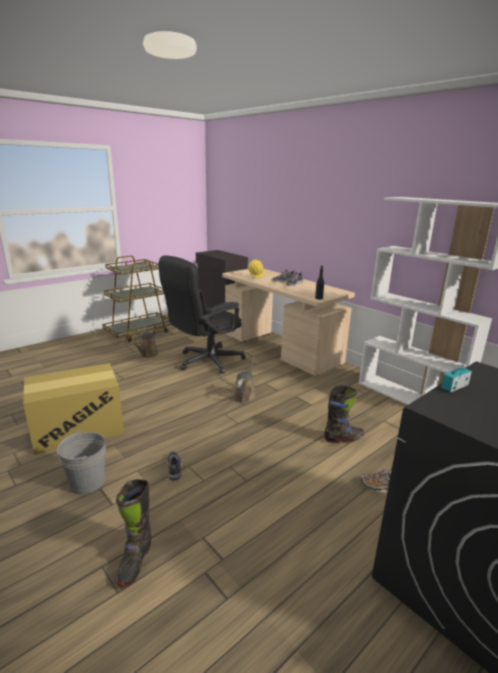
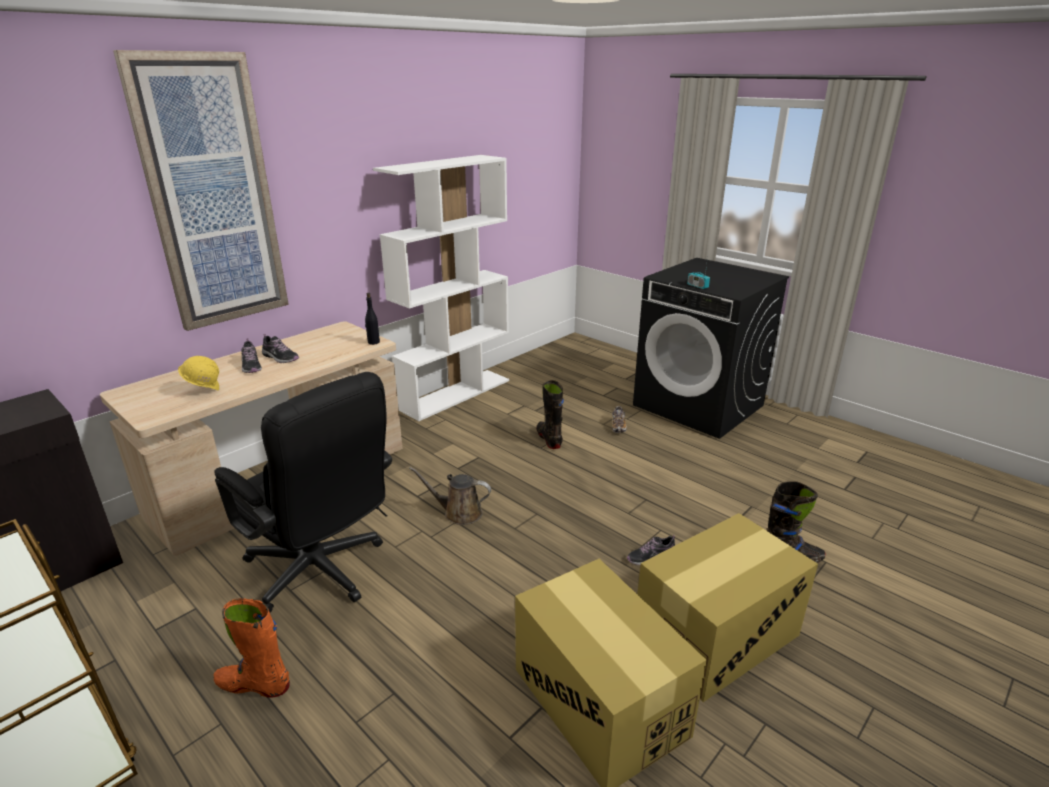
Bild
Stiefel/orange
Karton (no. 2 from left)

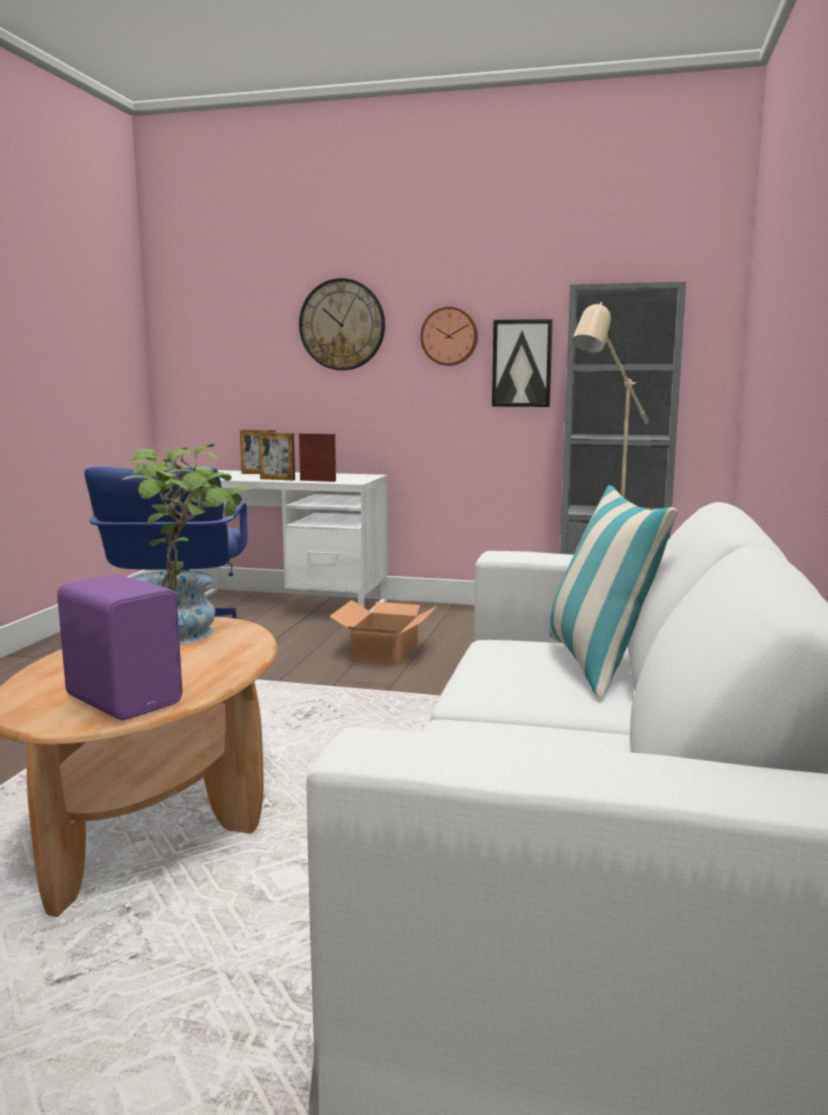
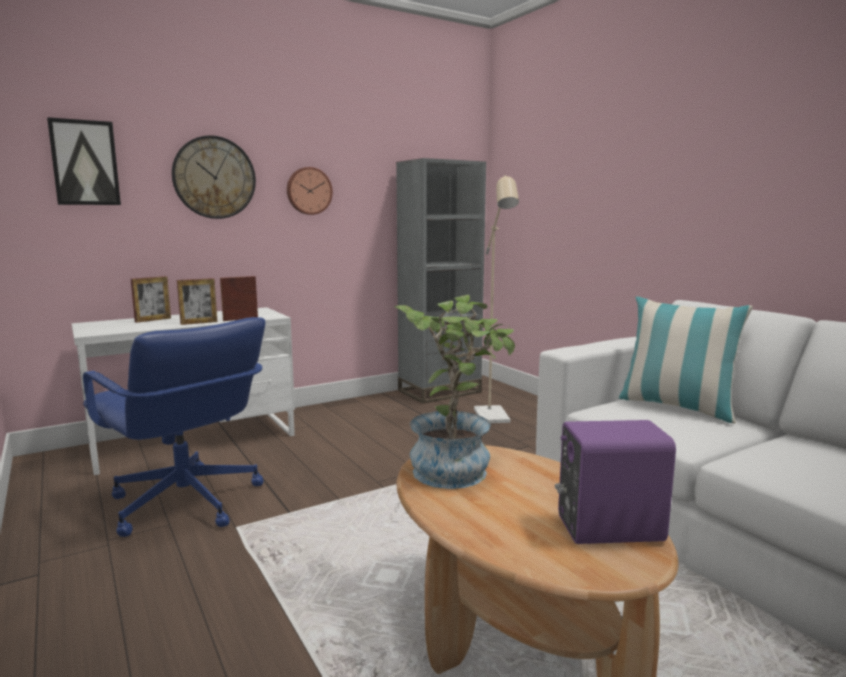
Bild
Karton

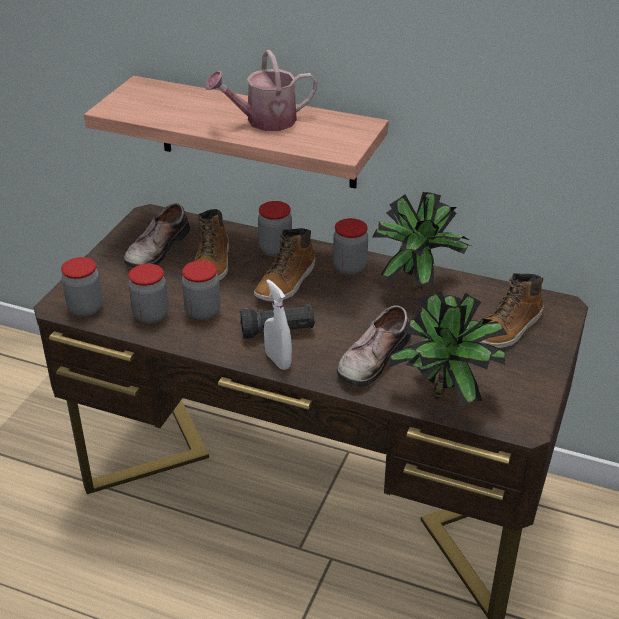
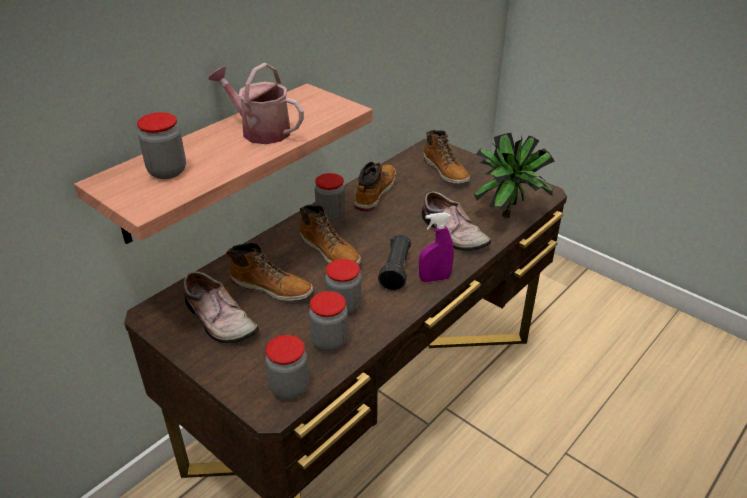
Vorratsglas (no. 1 from left)
Gießkanne
Stiefel (no. 3 from left)
Sprühflasche/lila

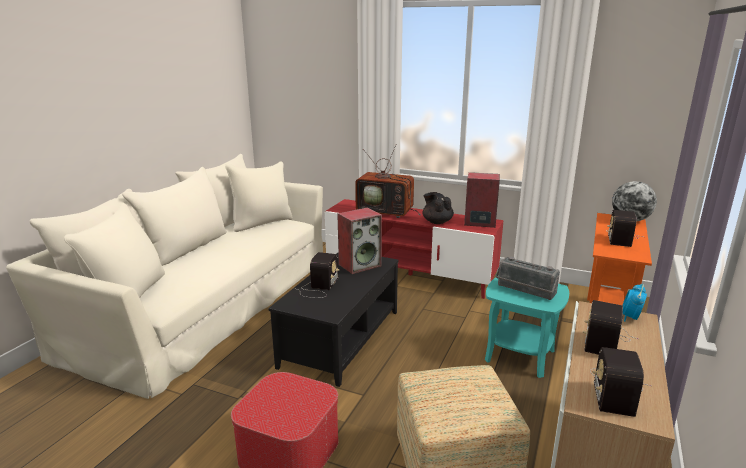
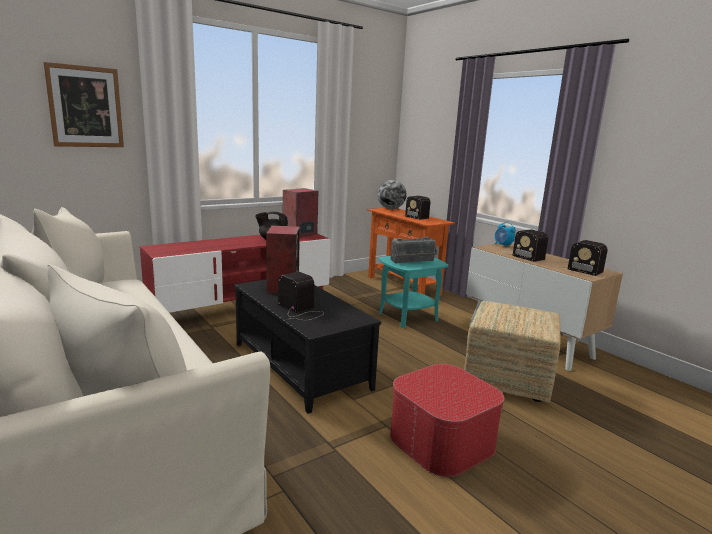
Bild
Fernseher

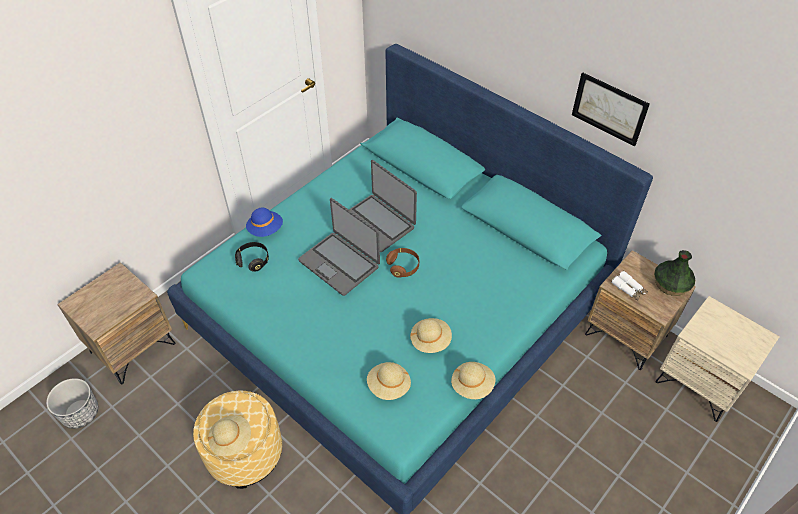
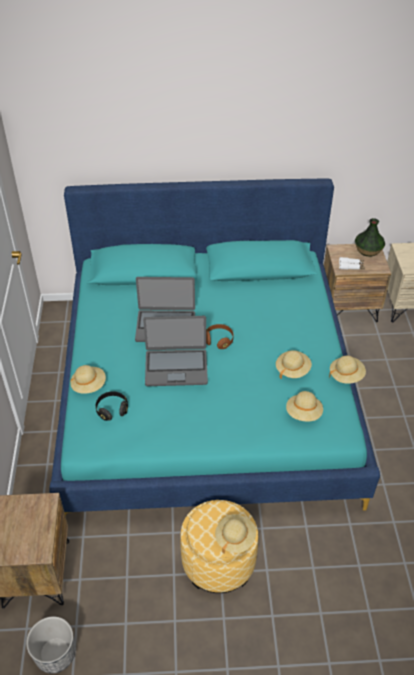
Hut/beige (no. 1 from left)
Bild

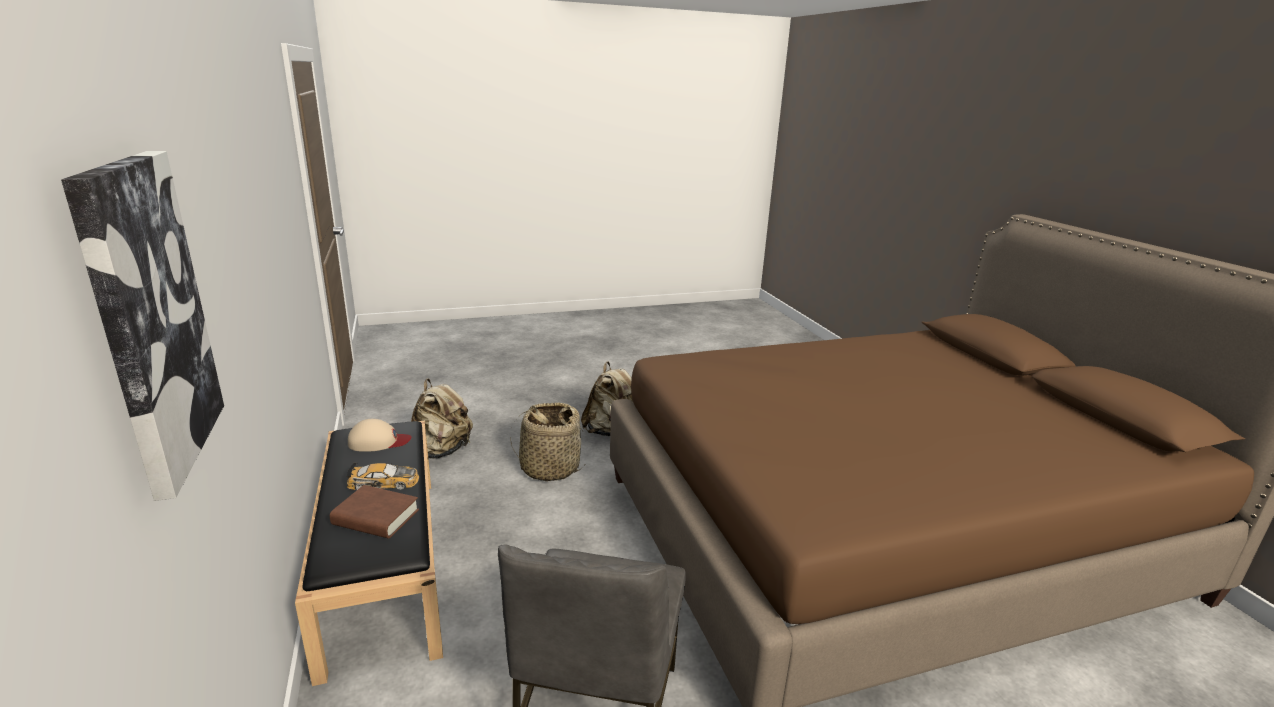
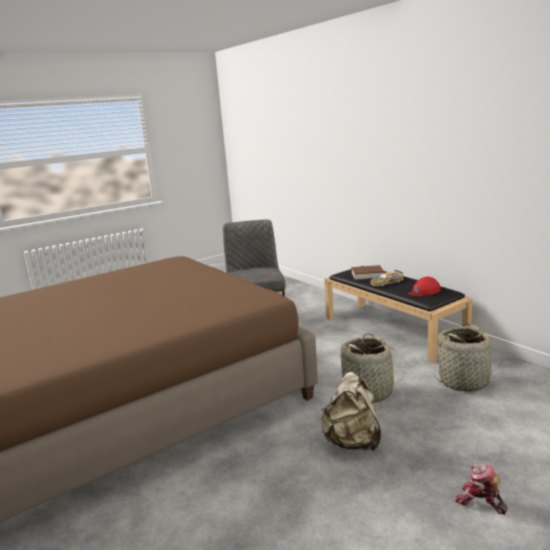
Kappe/rot
Korb (no. 2 from left)
Spielzeugroboter
Bild

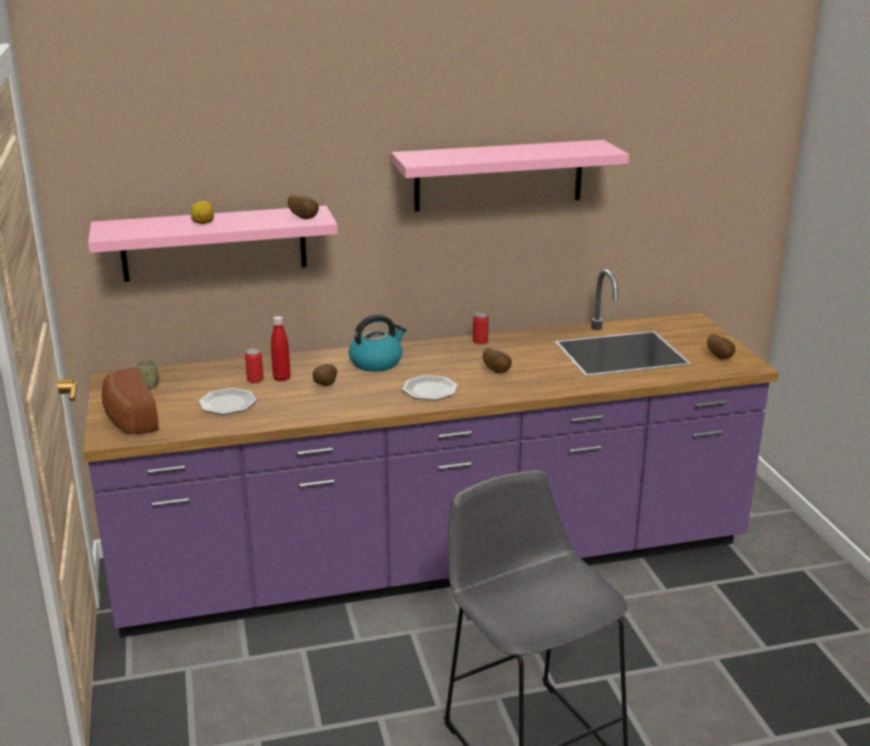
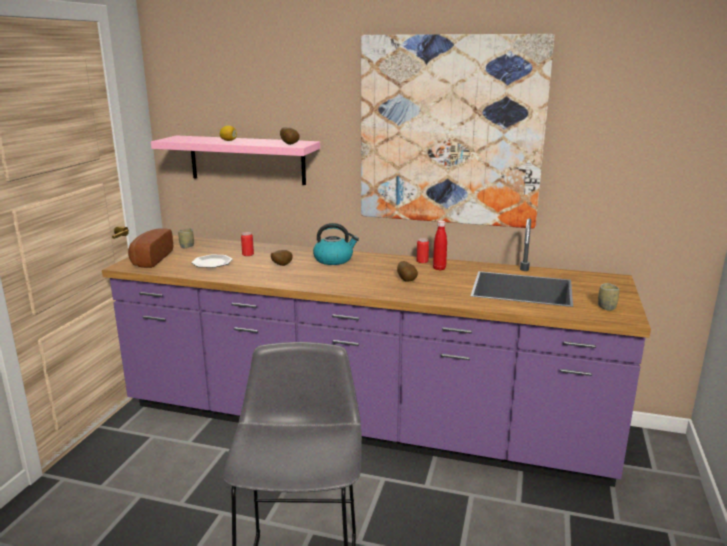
Bild
Flasche/rot
Tasse (no. 2 from left)
Teller (no. 2 from left in the first image)

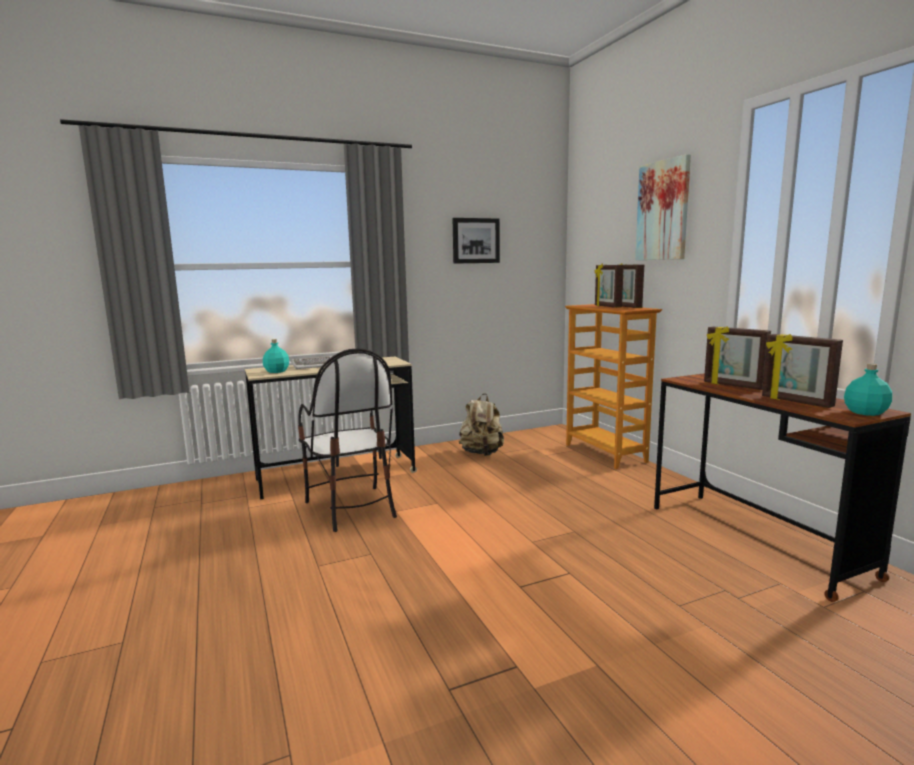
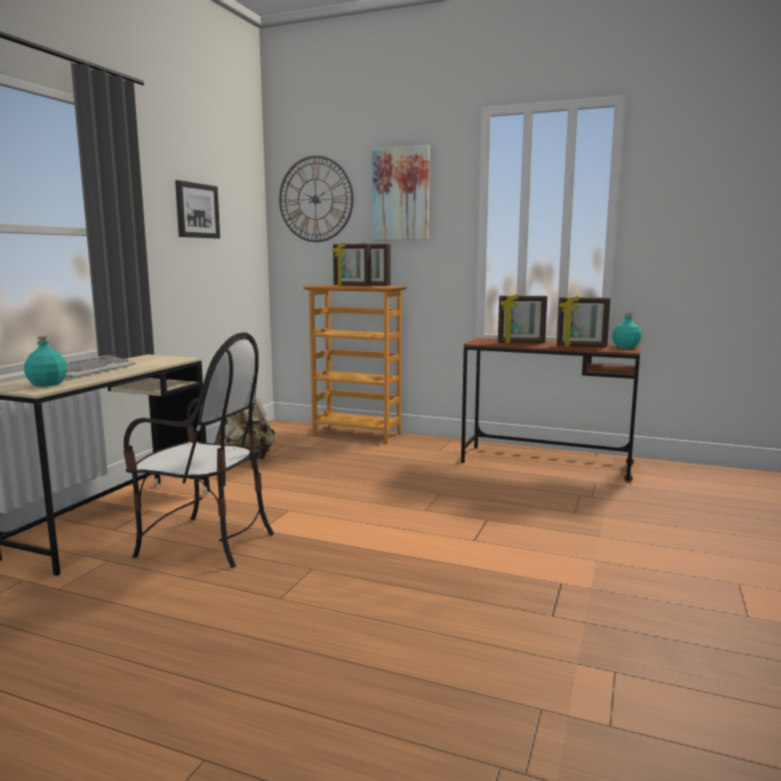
Wanduhr

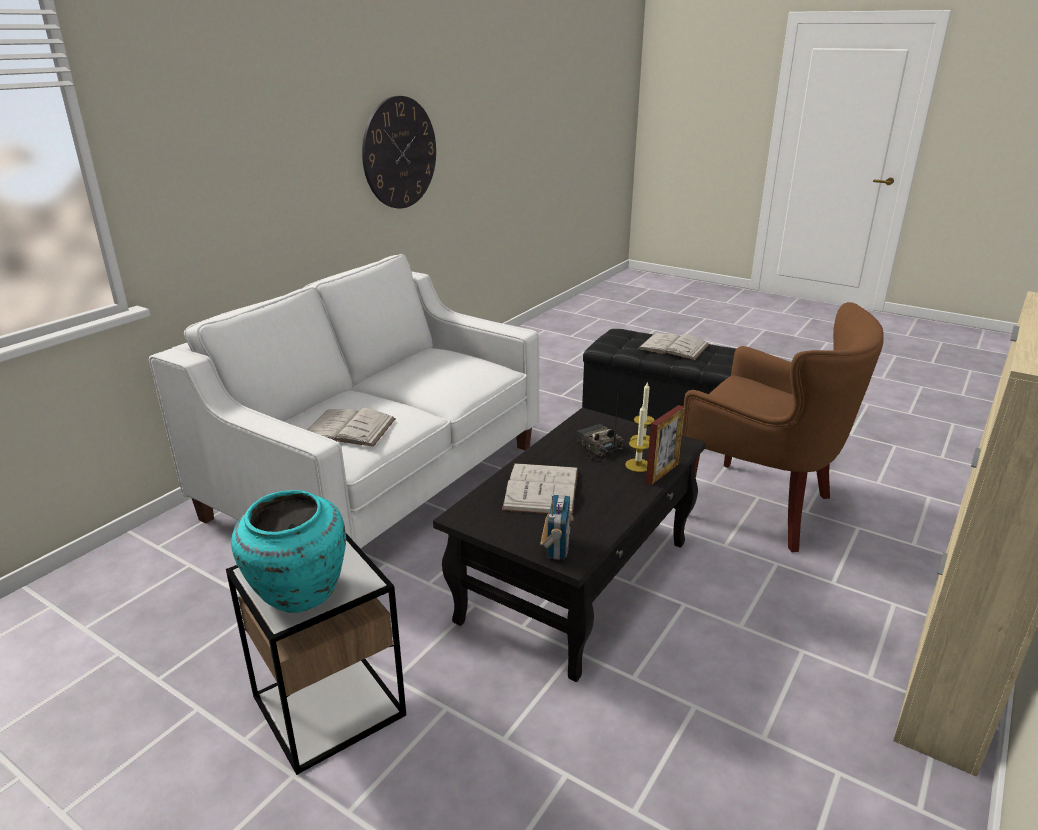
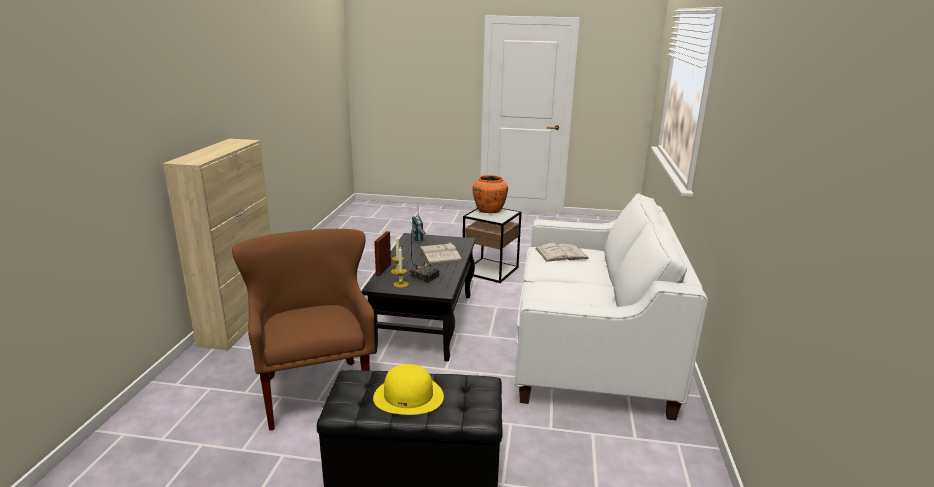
Sessel/braun
Hut/gelb
Vase/orange
Wanduhr

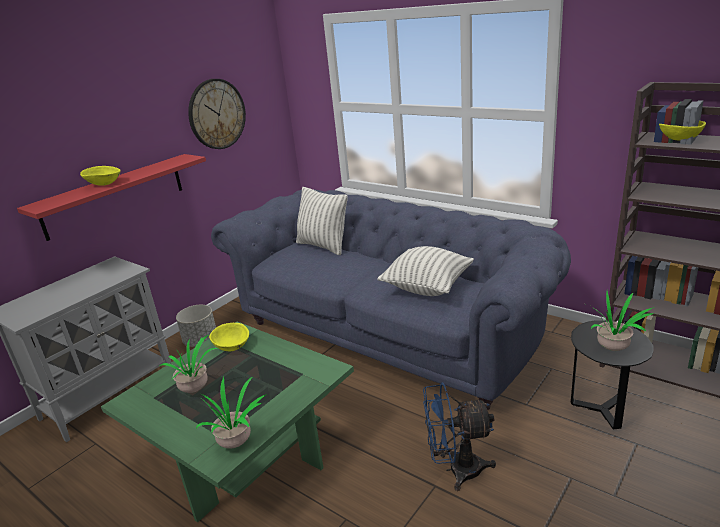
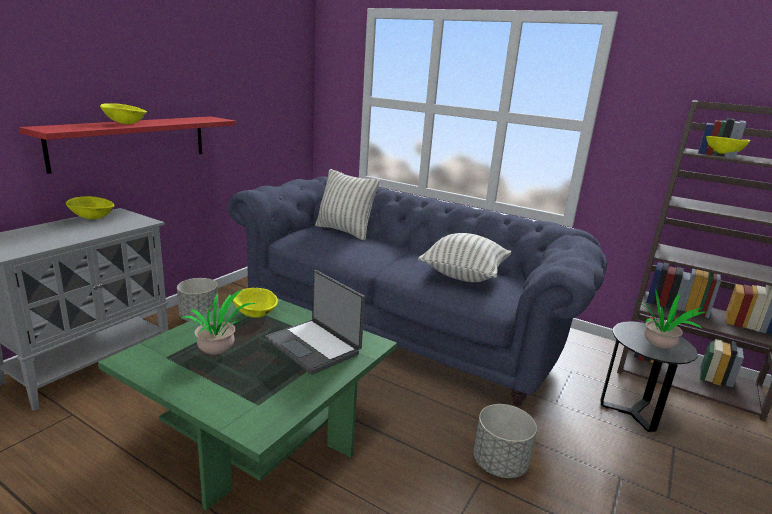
Schüssel/gelb (no. 1 from left)
Laptop
Pflanzkübel/grau (no. 2 from left)
Wanduhr
Topfpflanze (no. 2 from left in the first image)

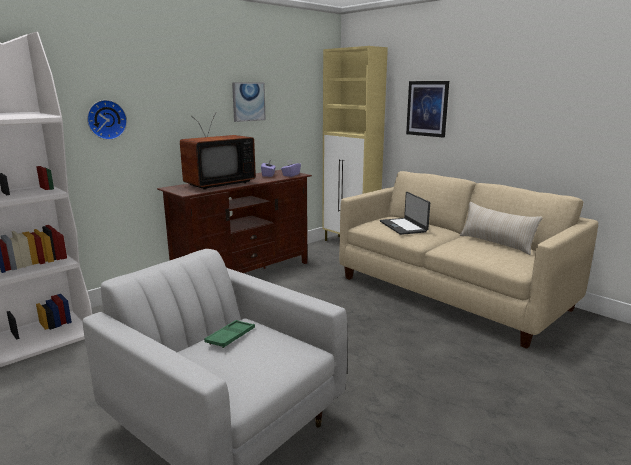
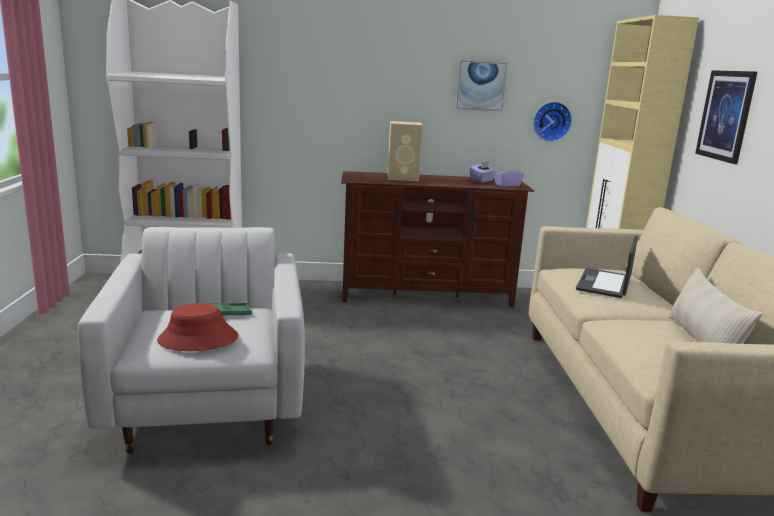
Hut/rot
Lautsprecher/beige
Wanduhr

